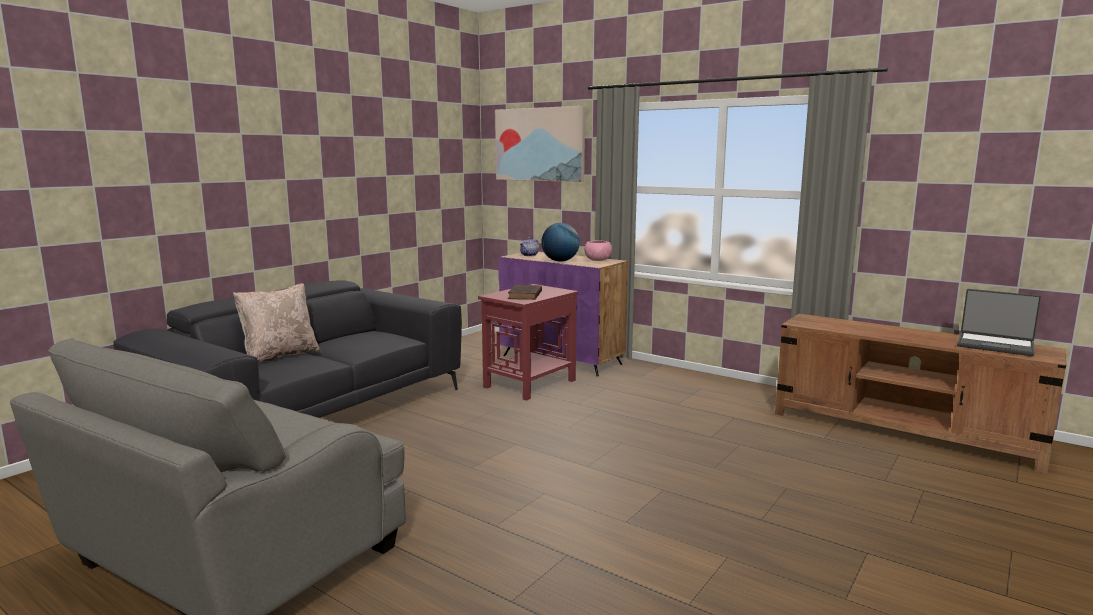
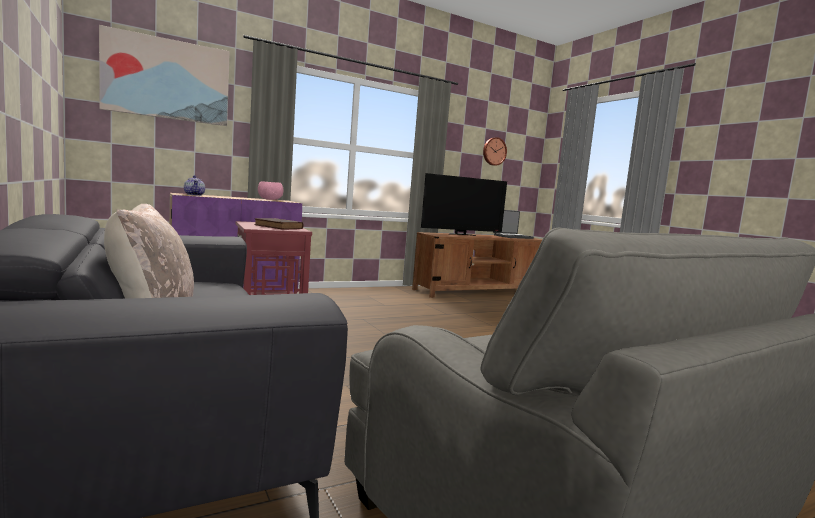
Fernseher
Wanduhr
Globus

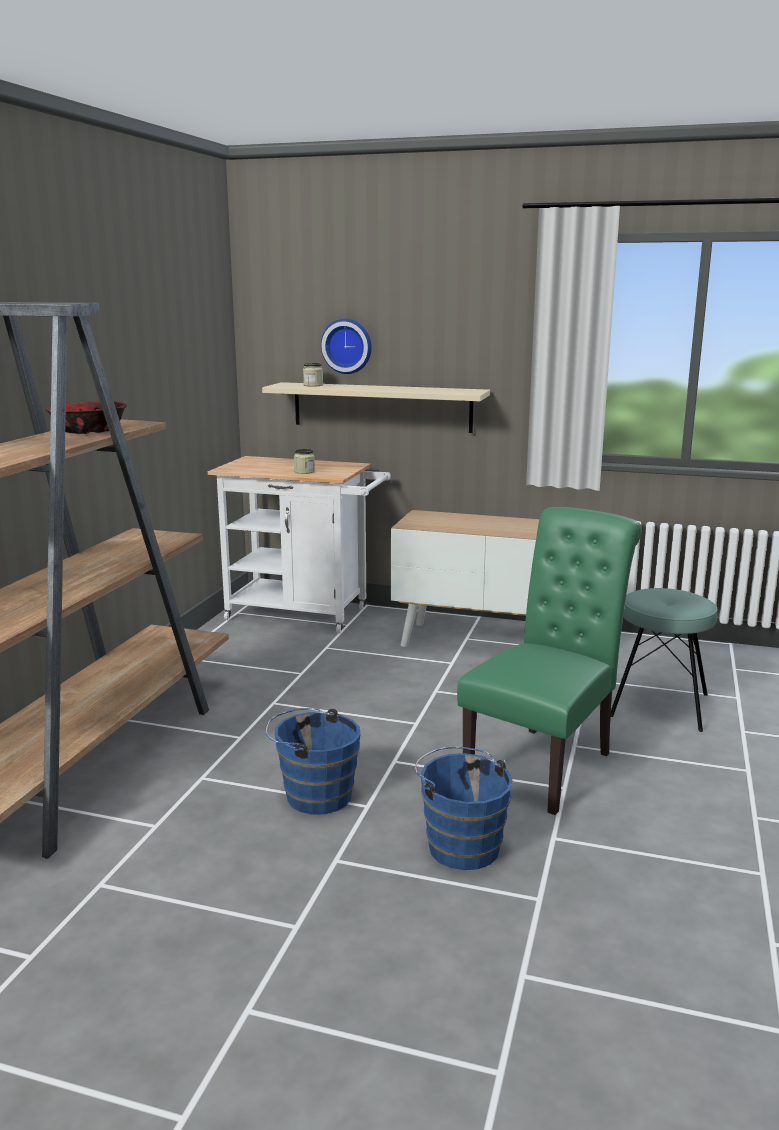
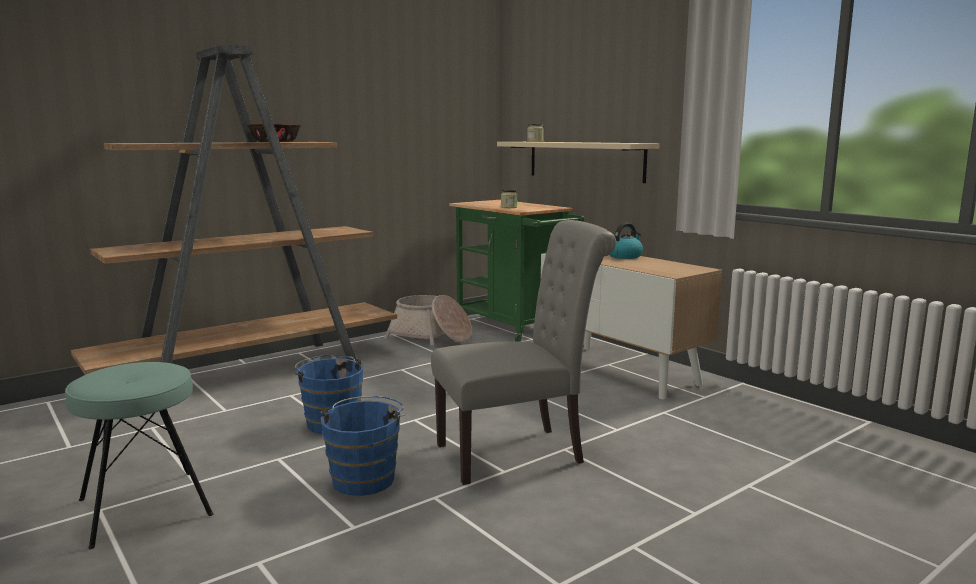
Hocker/türkis
Korb
Stuhl/grau
Rollwagen/grün
Wasserkessel
Wanduhr

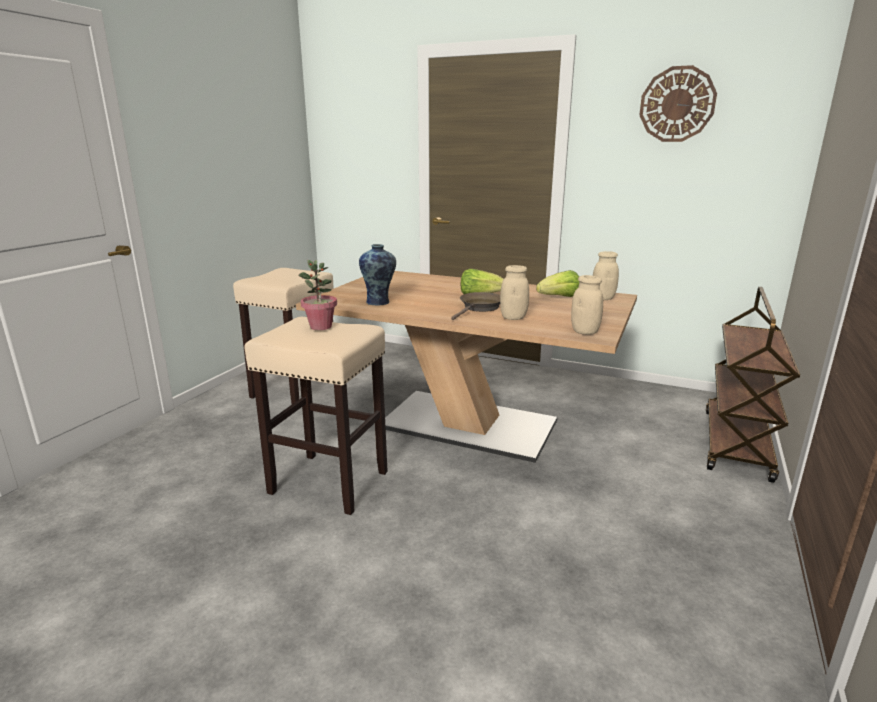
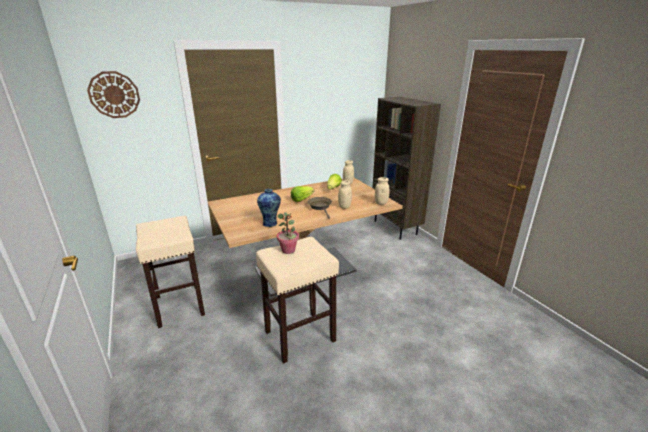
Wanduhr
Bücherregal/braun

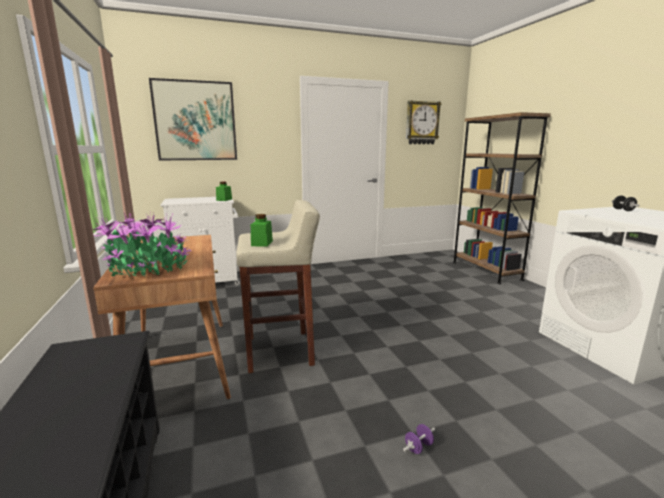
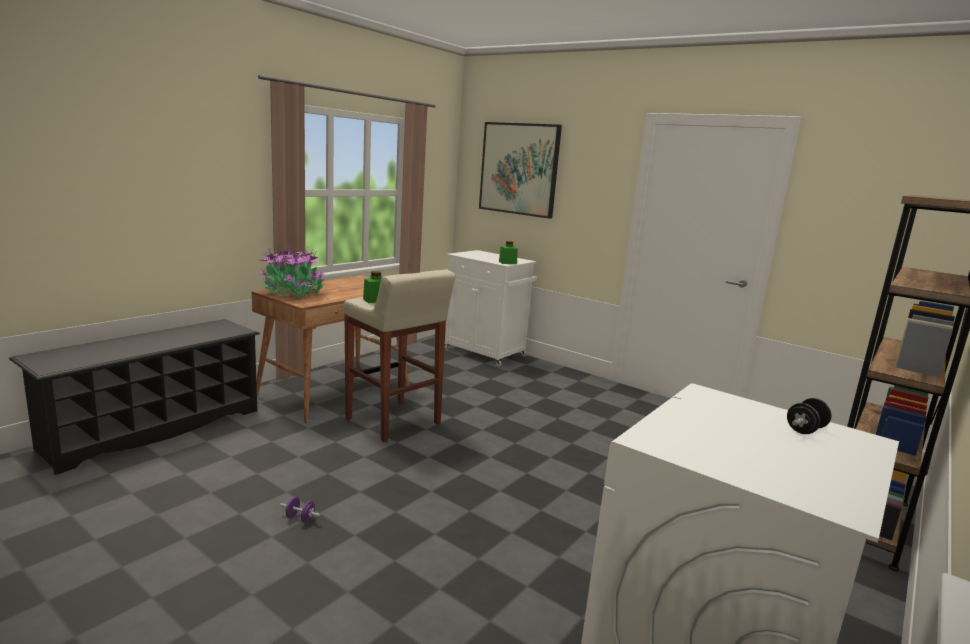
Wanduhr

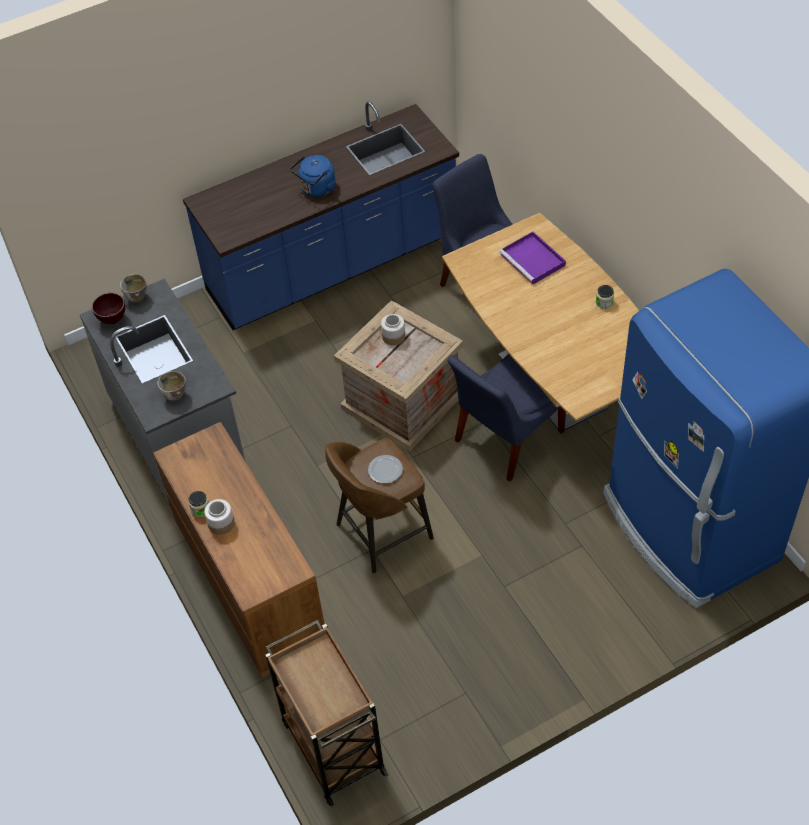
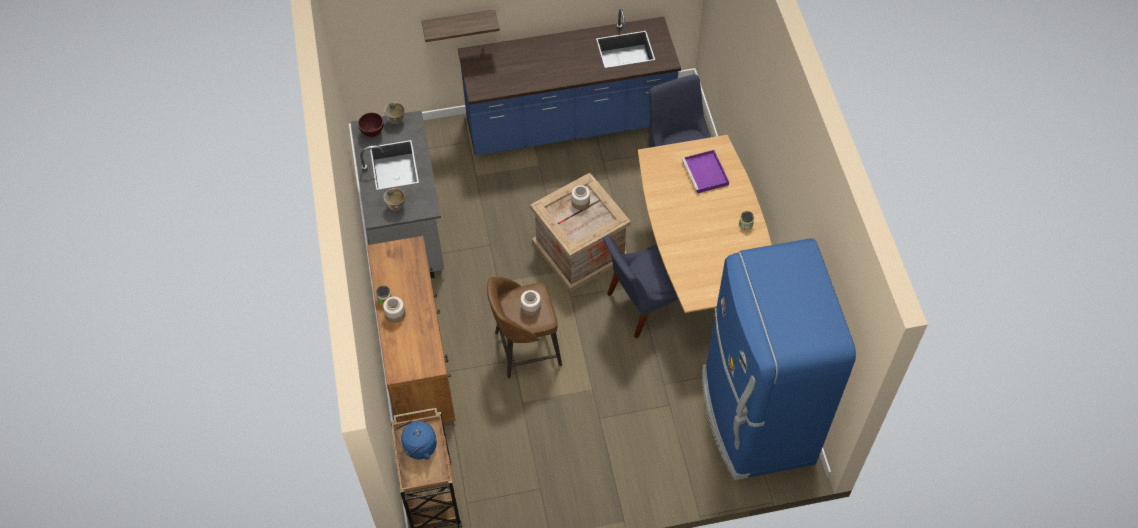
Wasserkessel/blau
Wandregal
Vorratsglas (no. 3 from left)

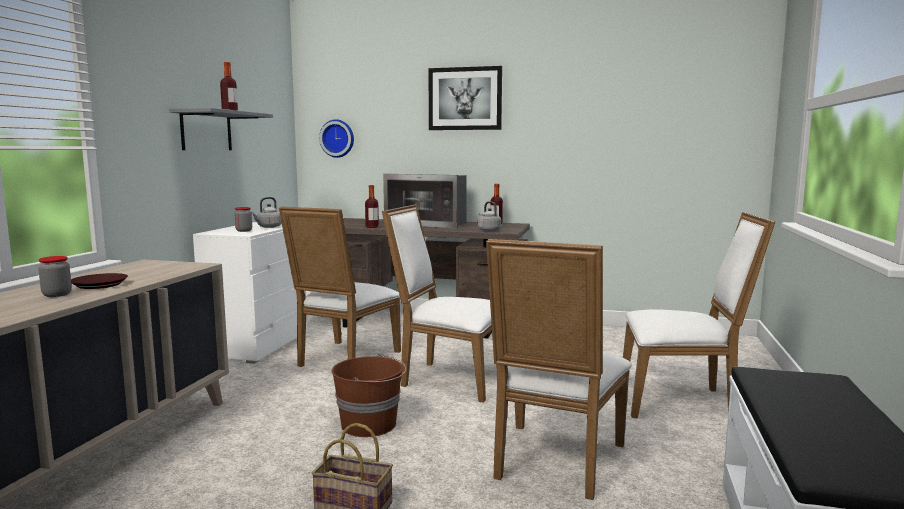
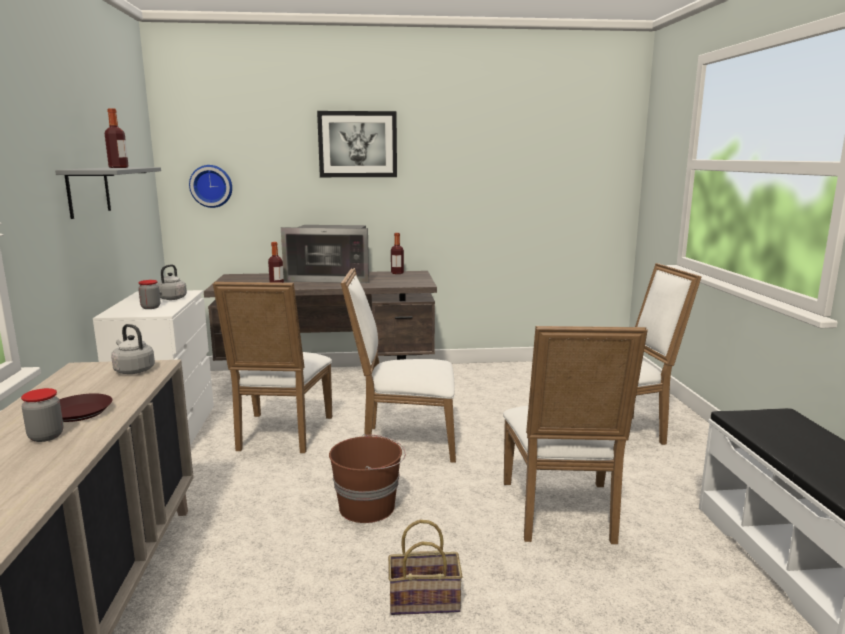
Wasserkessel/grau (no. 1 from left)

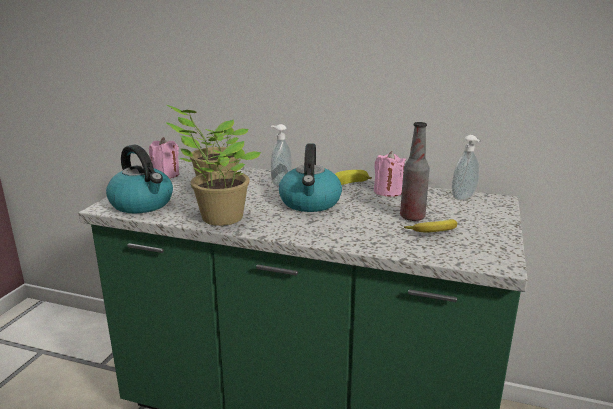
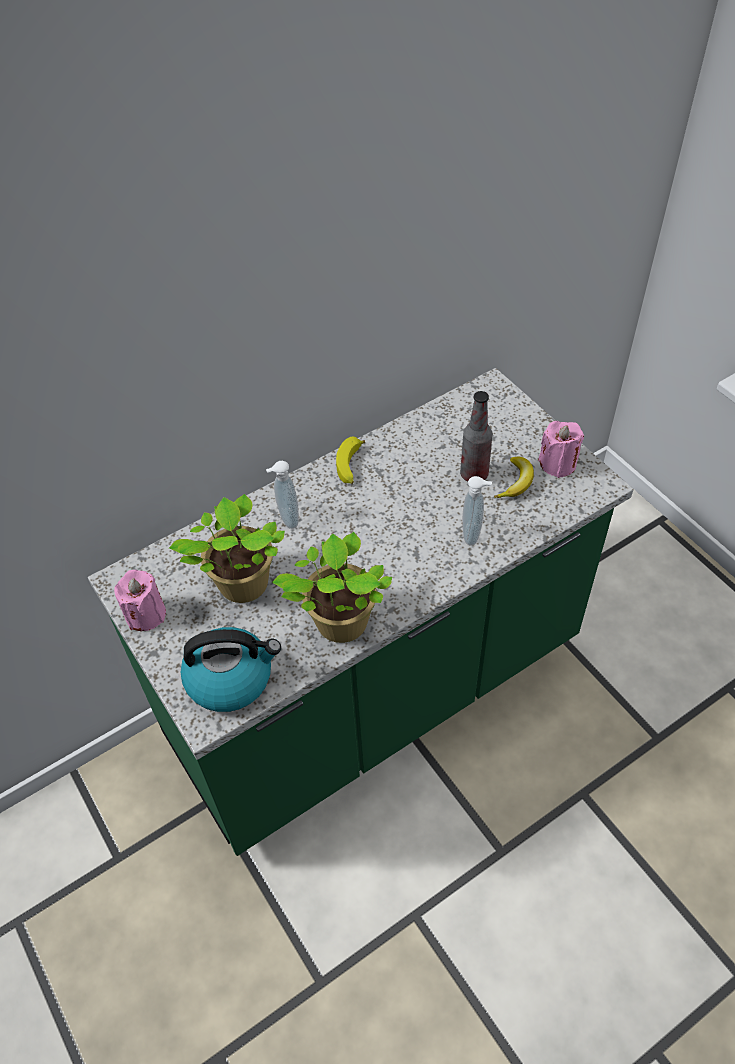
Seifenspender (no. 2 from left)
Kerze/rosa (no. 2 from left)
Wasserkessel (no. 2 from left in the first image)

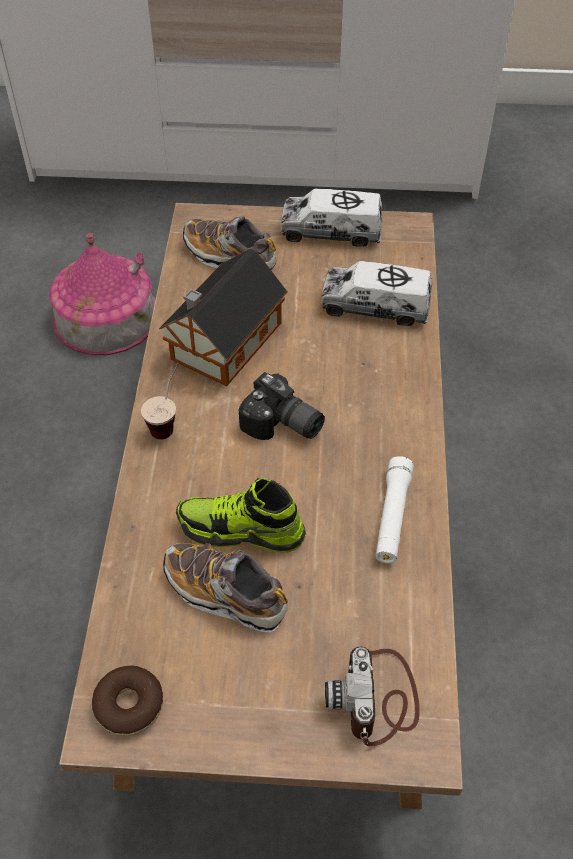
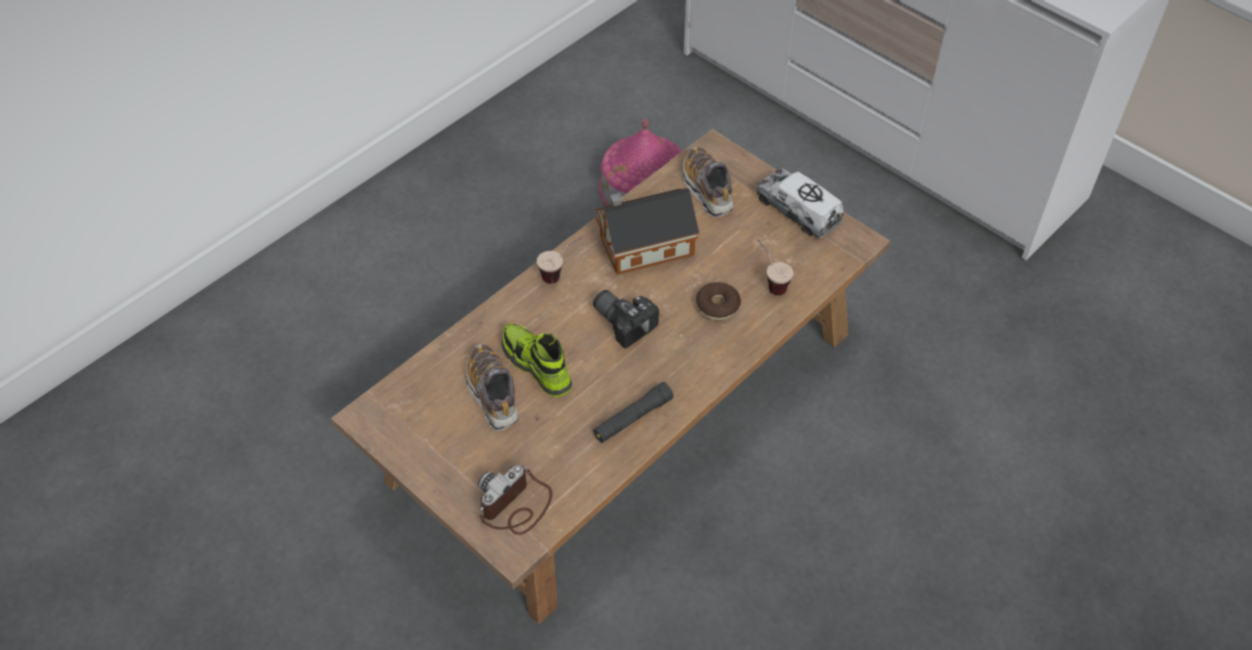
Kamera (no. 2 from left)
Taschenlampe/schwarz
Donut
Tasse (no. 2 from left)

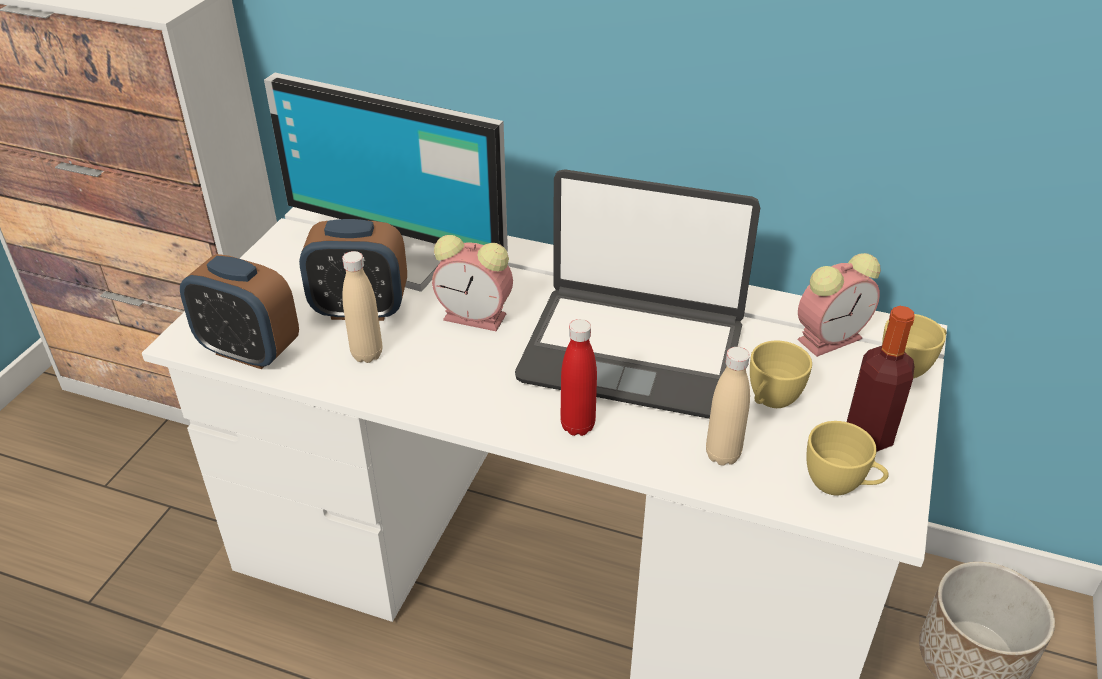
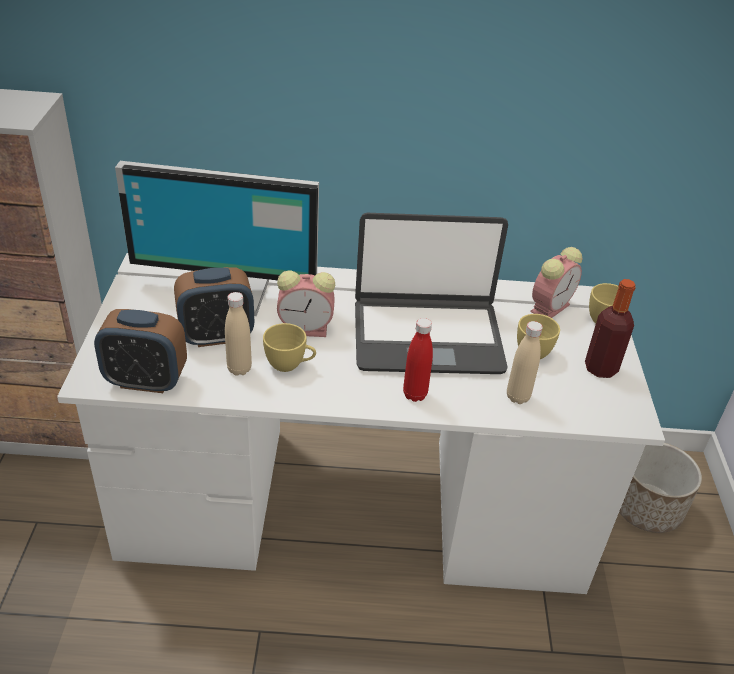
Tasse/gelb (no. 1 from left)

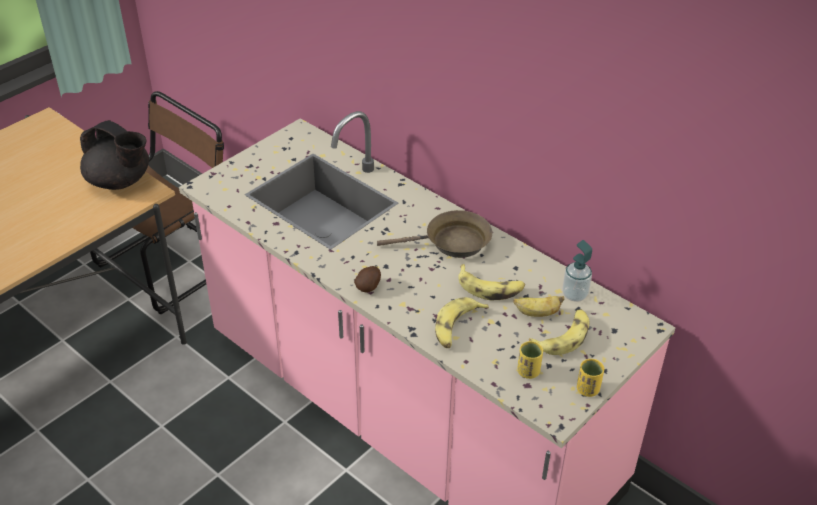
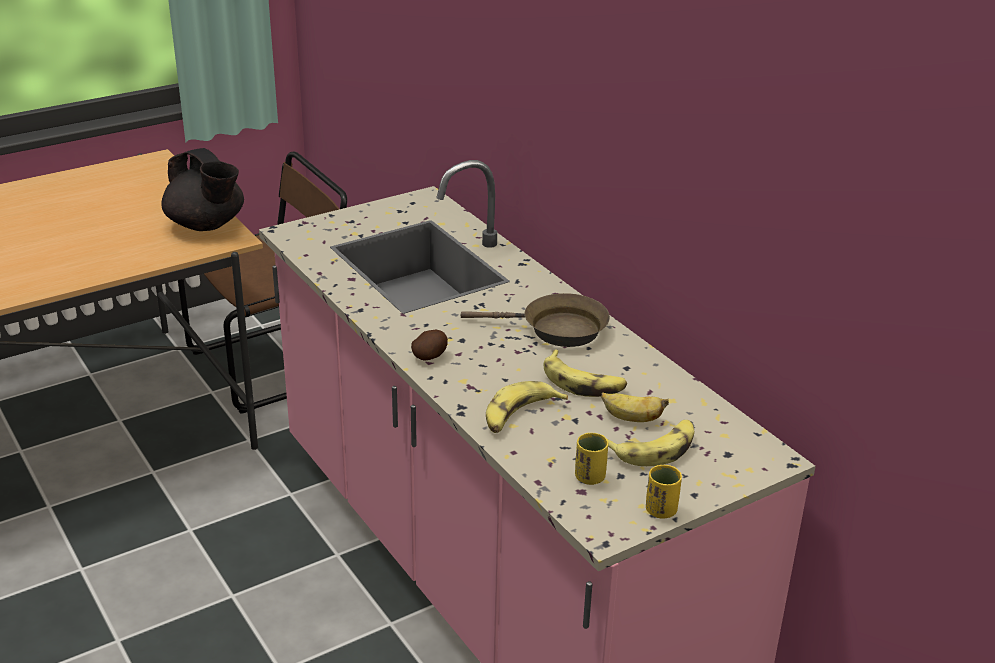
Seifenspender

